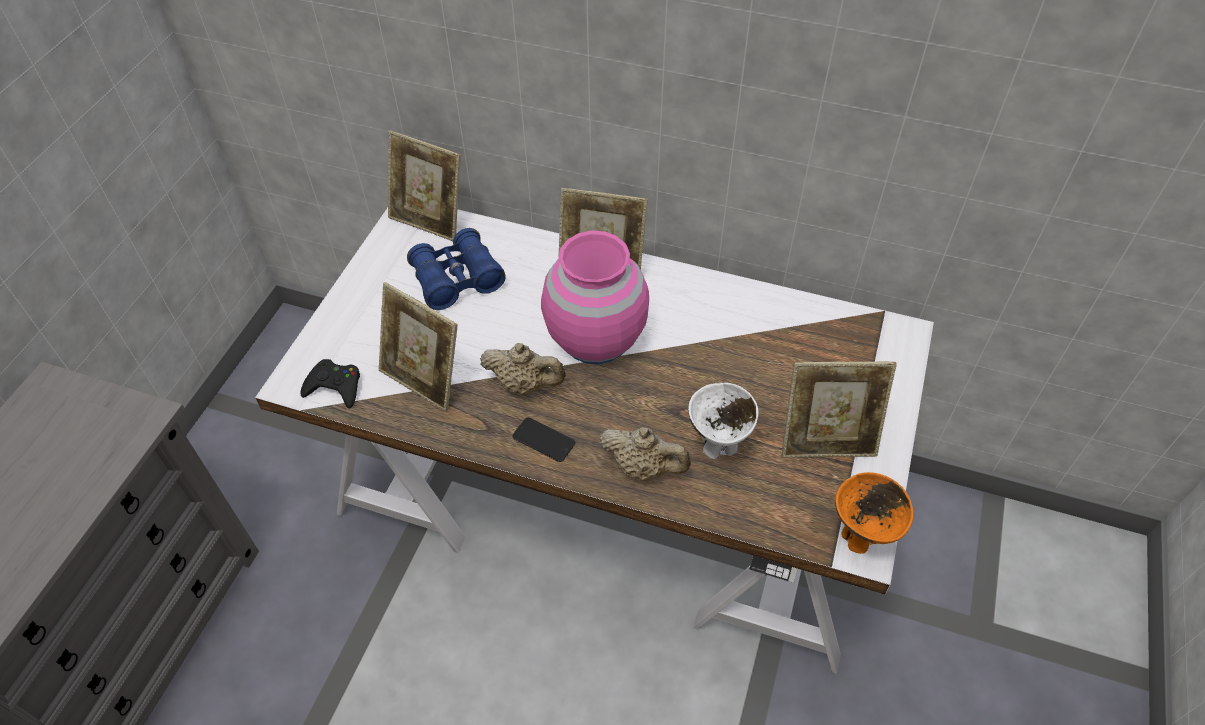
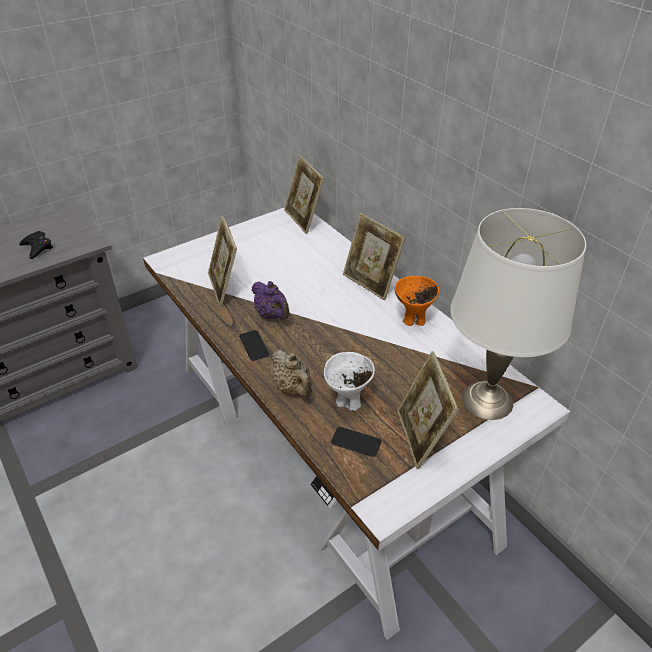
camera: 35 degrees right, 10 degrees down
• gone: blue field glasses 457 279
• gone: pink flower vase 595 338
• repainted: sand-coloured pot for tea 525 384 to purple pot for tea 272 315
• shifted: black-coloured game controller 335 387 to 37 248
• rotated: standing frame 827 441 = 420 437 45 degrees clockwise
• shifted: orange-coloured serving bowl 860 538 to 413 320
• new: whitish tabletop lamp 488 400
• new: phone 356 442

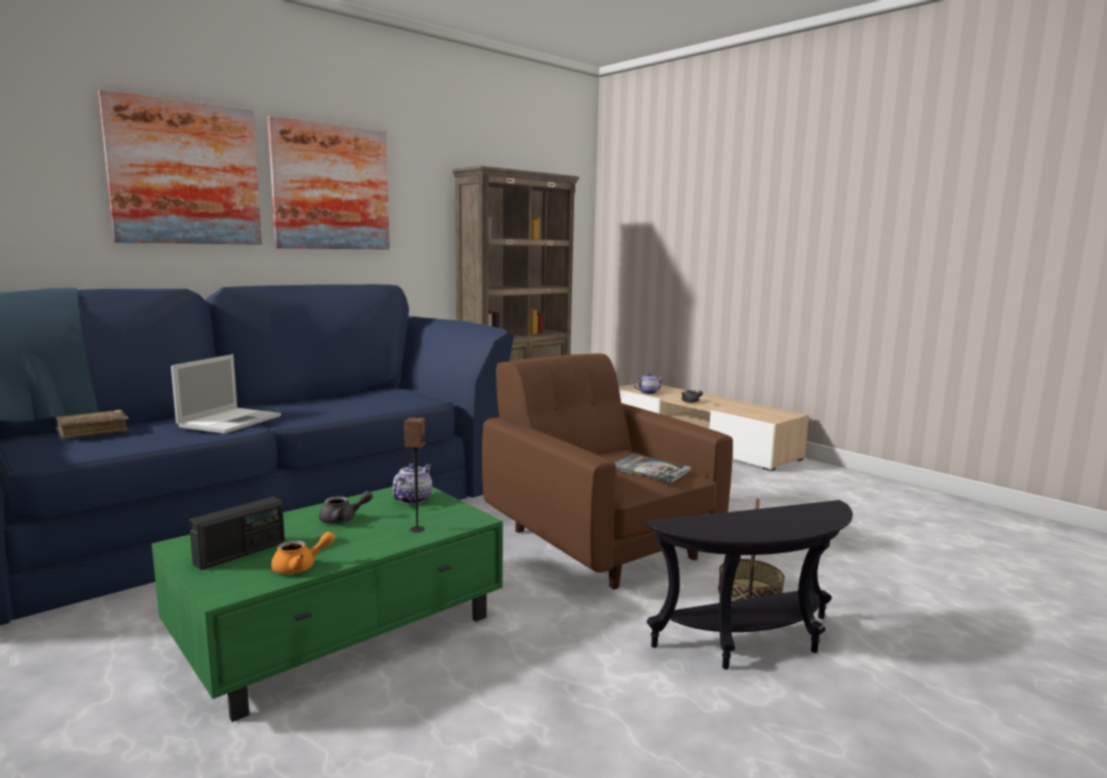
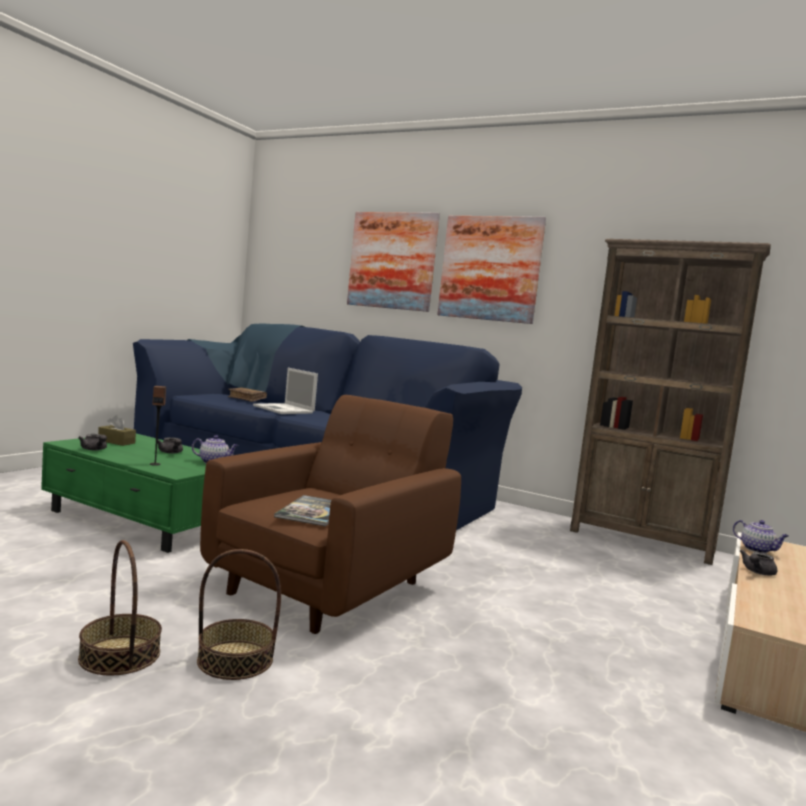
camera: 70 degrees right, 5 degrees down
• rotated: notebook computer 231 421 = 284 409 45 degrees clockwise
• swapped: radio receiver 240 553 to brownish tissue holder 116 442
• swapped: black-coloured end table 754 643 to basket 120 655
• repainted: orange-coloured pot for tea 300 567 to grey pot for tea 94 449

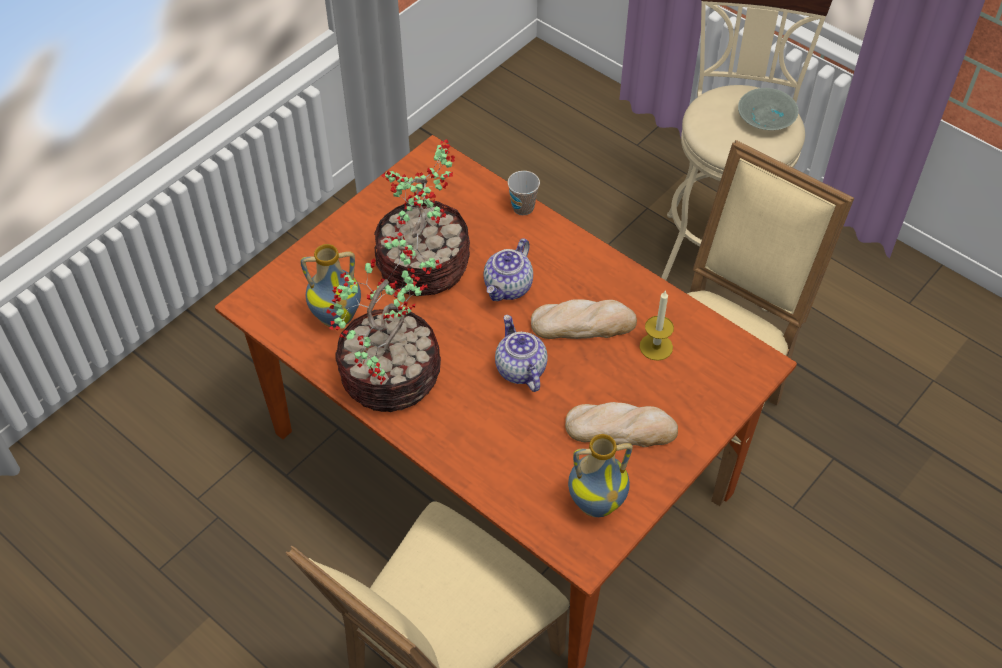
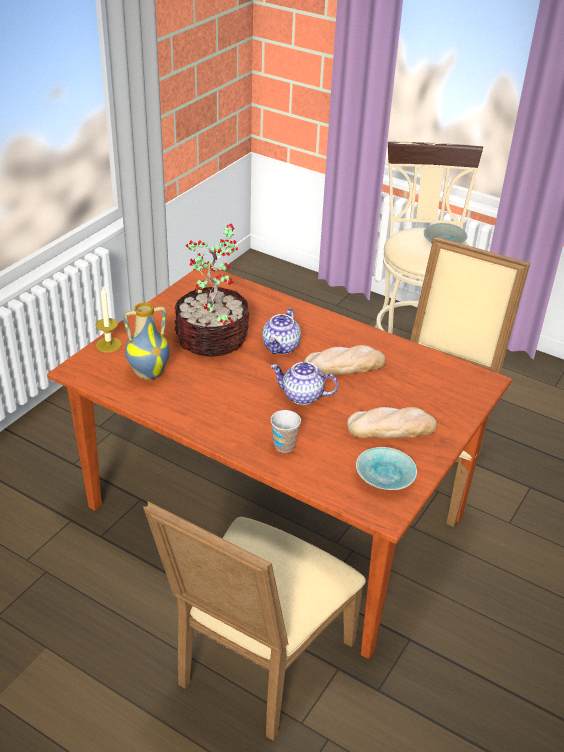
camera: 10 degrees left, 15 degrees down
• shifted: small cup 523 207 to 284 446
• gone: potted plant 392 375
• shifted: wax light 656 347 to 108 345
• rotated: pot for tea 520 369 = 302 396 45 degrees counterclockwise
• swapped: flower vase 596 501 to turquoise serving bowl 385 476

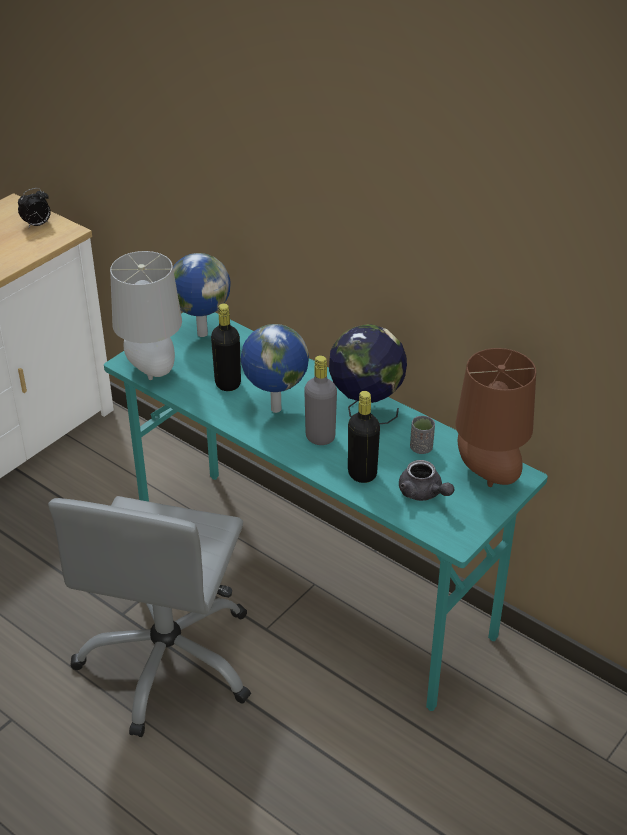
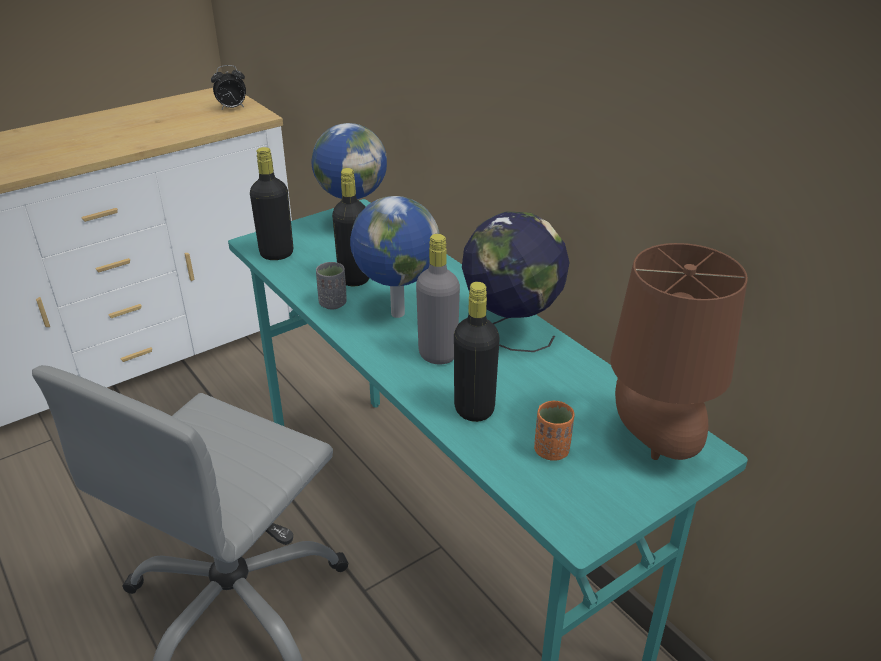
camera: 15 degrees right, 5 degrees down
• swapped: grey tabletop lamp 152 371 to black-coloured beverage bottle 276 254
• shifted: grey small cup 421 448 to 333 303
• swapped: grey pot for tea 423 493 to orange-coloured small cup 551 451

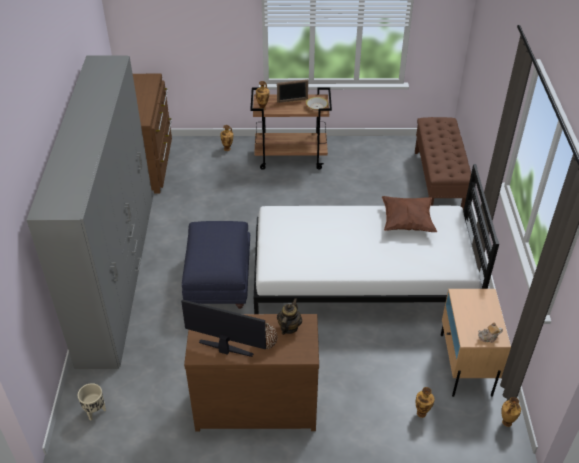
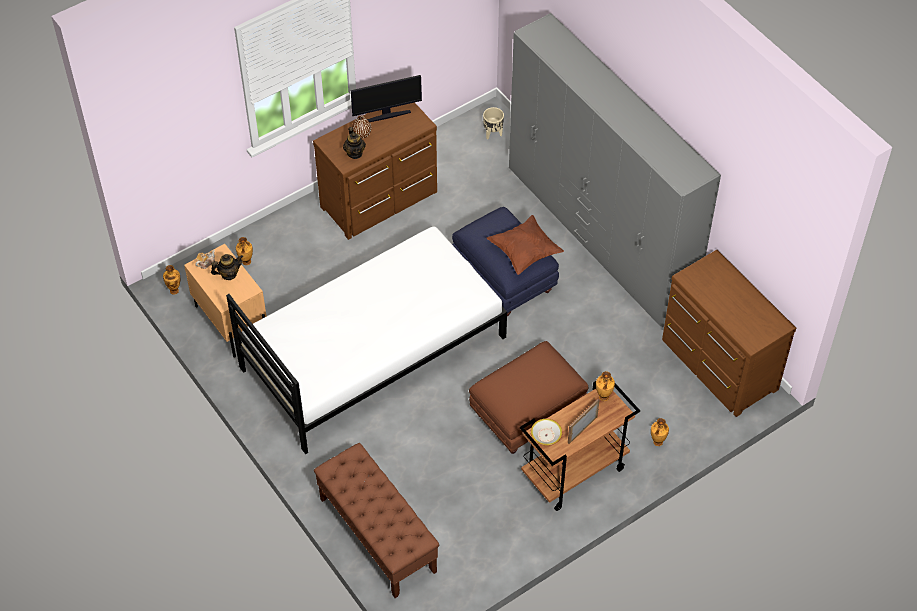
camera: 145 degrees right, 10 degrees up
• shifted: brownish cushion 407 222 to 524 252
• new: pot for tea 228 274
• new: brownish pouffe 526 415

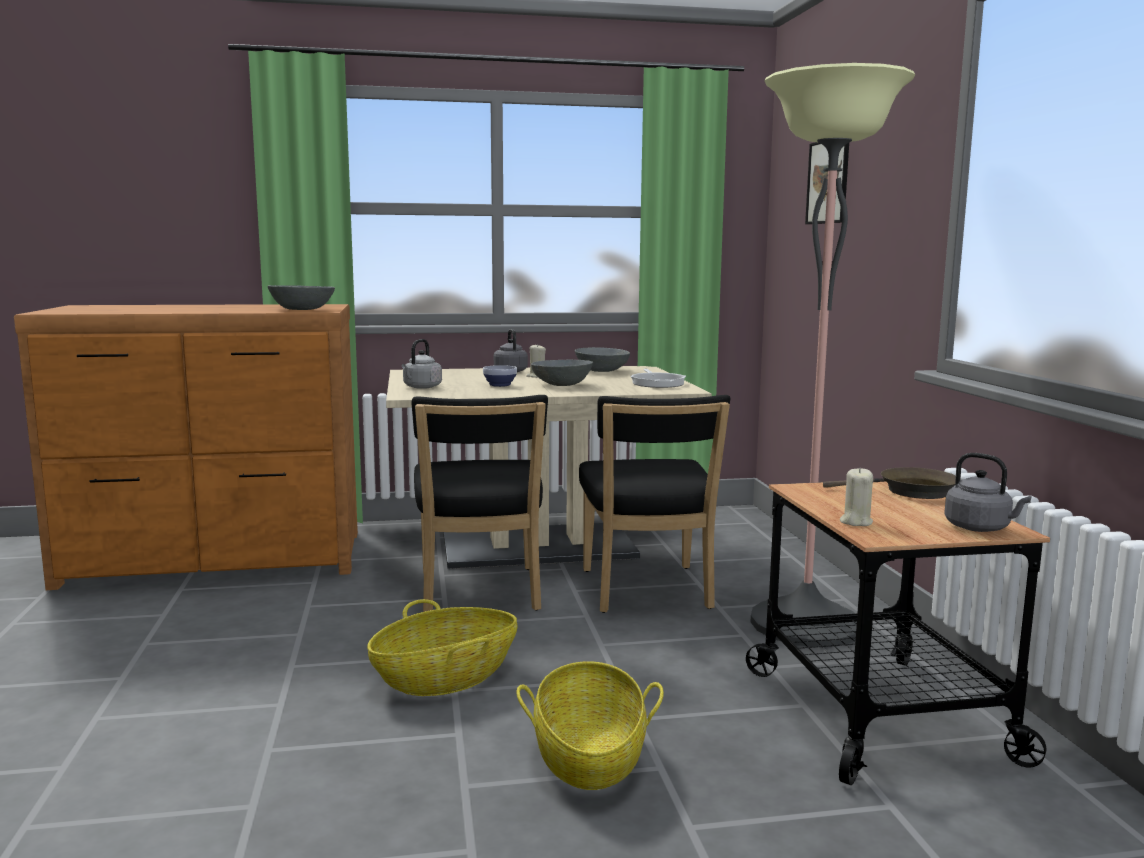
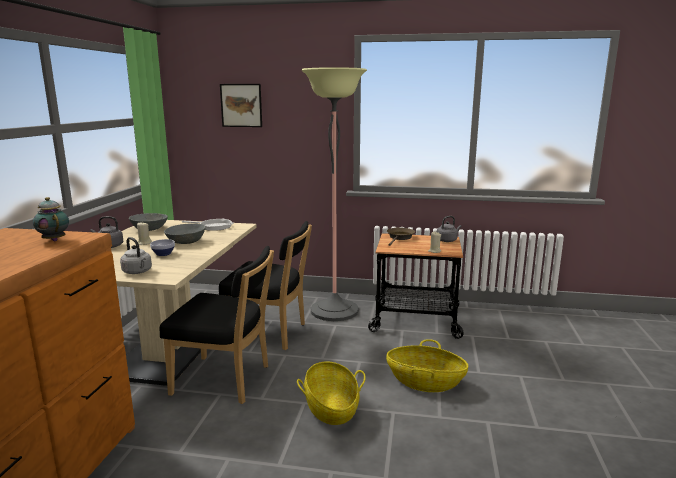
camera: 70 degrees left, 5 degrees up
• swapped: grey serving bowl 302 309 to pot for tea 54 240

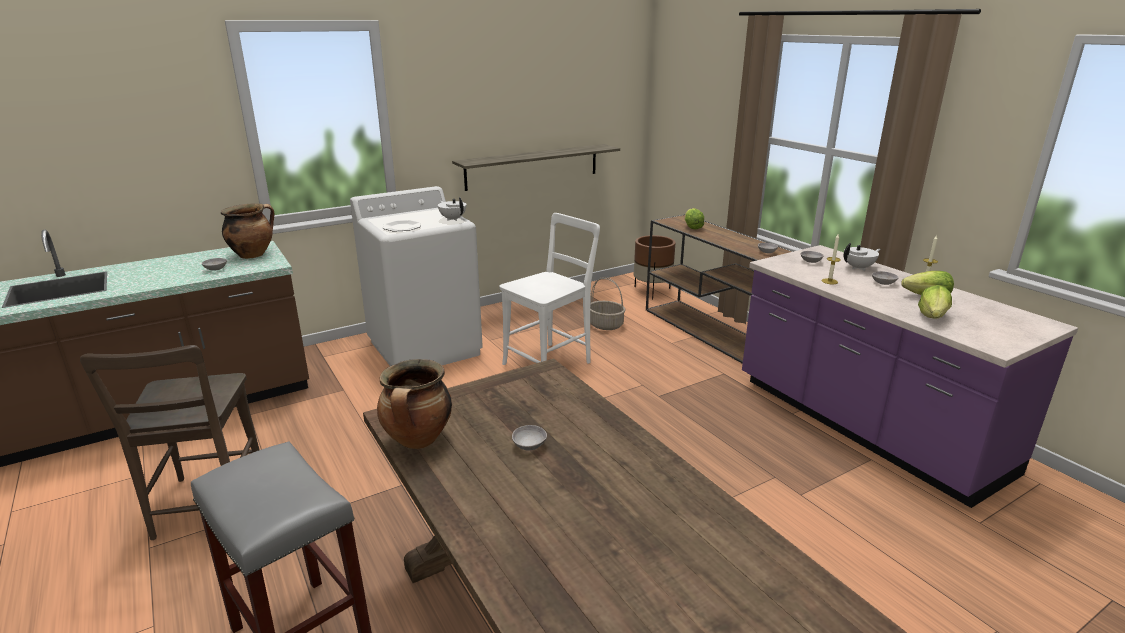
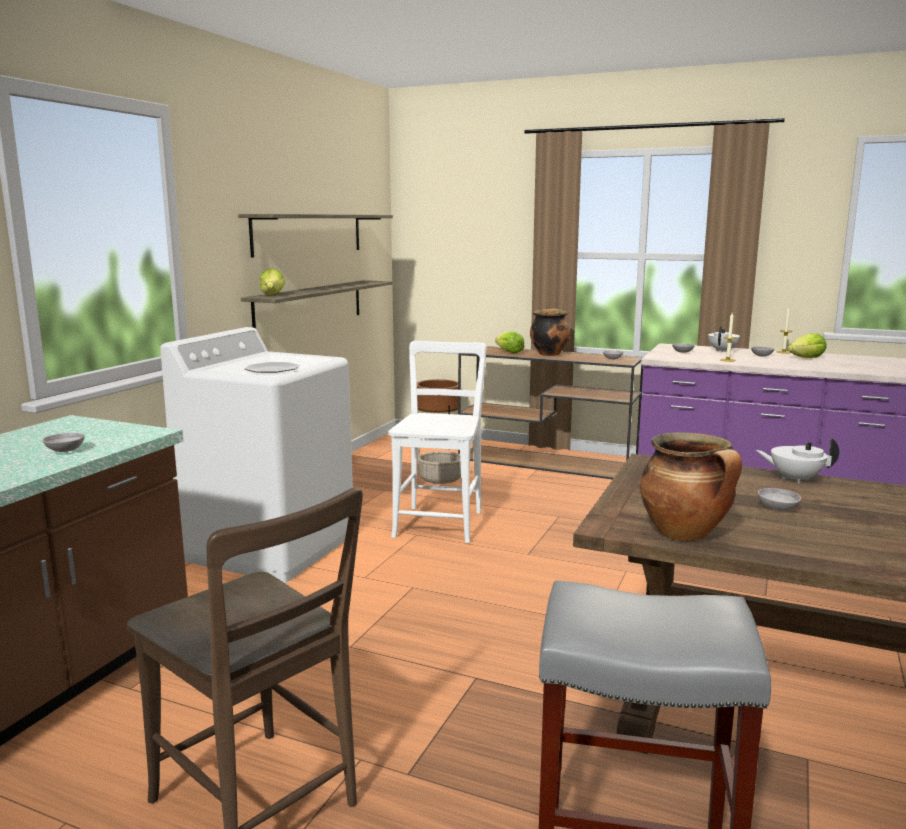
camera: 35 degrees left, 10 degrees down
• shifted: whitish pot for tea 453 219 to 794 479
• shifted: stockpot 253 254 to 549 354
• shifted: lettuce 932 317 to 272 295
• new: bracket shelf 309 234

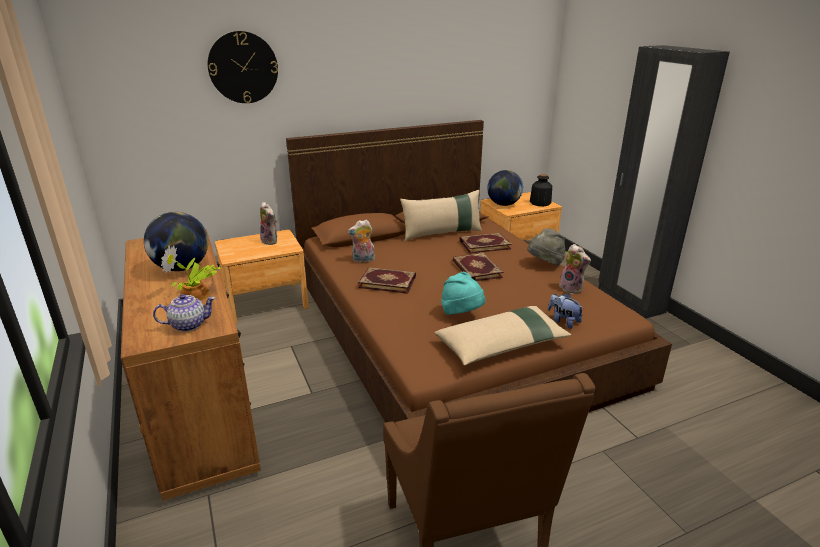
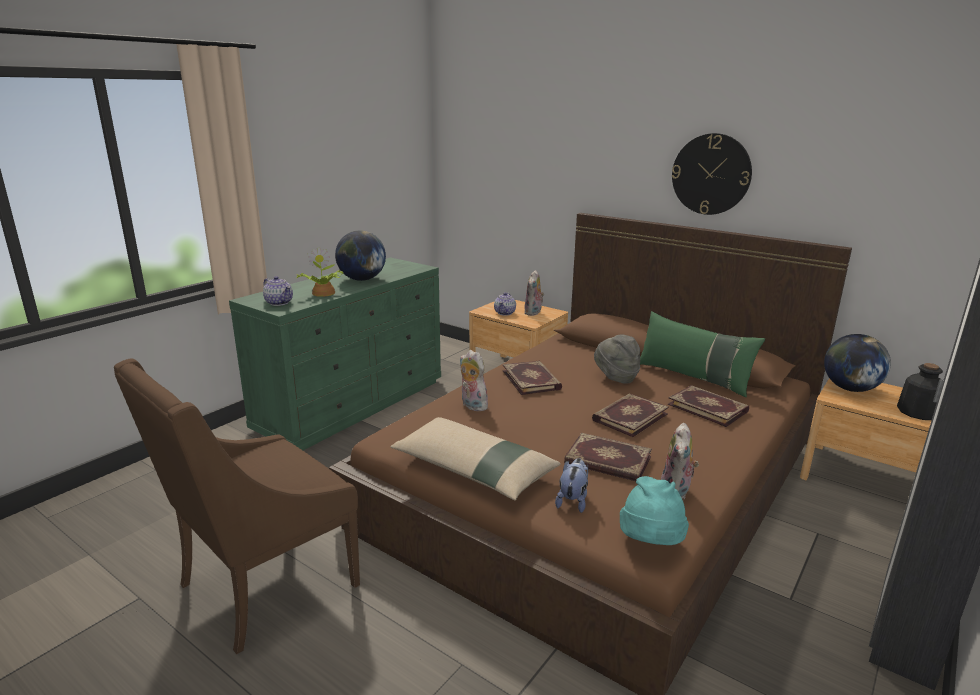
camera: 60 degrees right, 5 degrees down
• shifted: clock on the wall 243 67 to 711 174
• repainted: sand-coloured cushion 442 233 to green-coloured cushion 693 377
• shifted: soft toy 363 260 to 472 405
• shifted: grey wearable hat 544 264 to 615 377
• repainted: brownish drawer chest 201 407 to green-coloured drawer chest 353 404
• shifted: turquoise wearable hat 462 314 to 650 544
• new: pot for tea 505 313
• new: volume 607 461

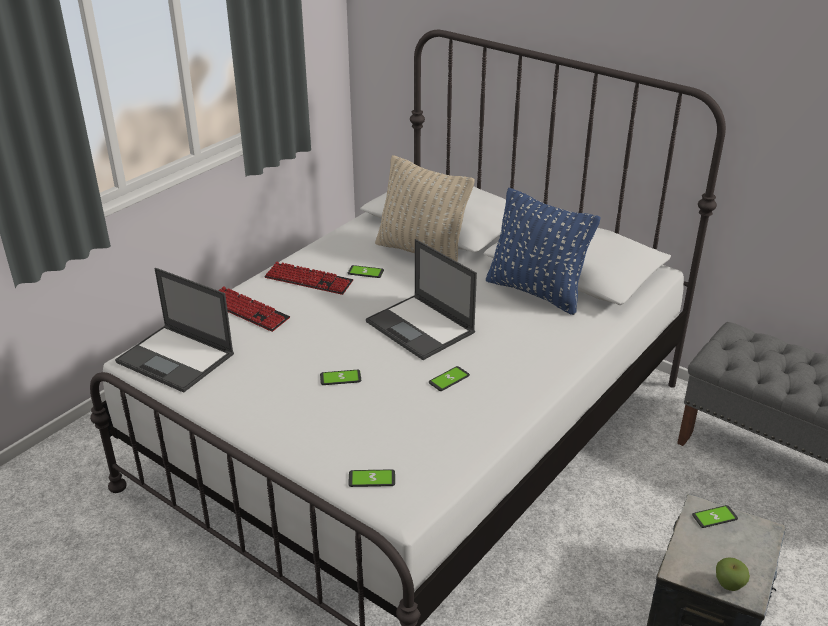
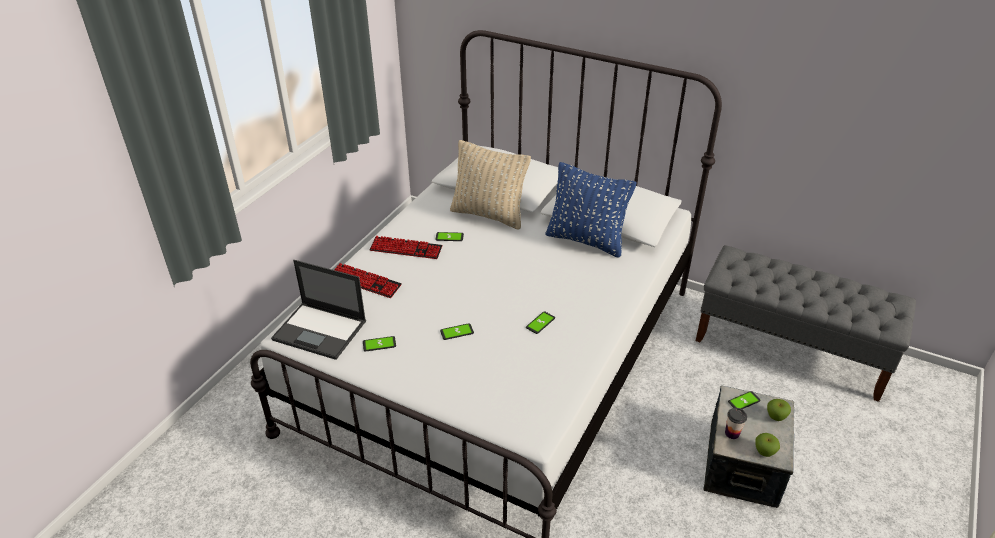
camera: 10 degrees left, 5 degrees up
• gone: notebook computer 421 327
• shifted: phone 371 479 to 379 344
• new: apple fruit 776 417
• new: small cup 732 433

